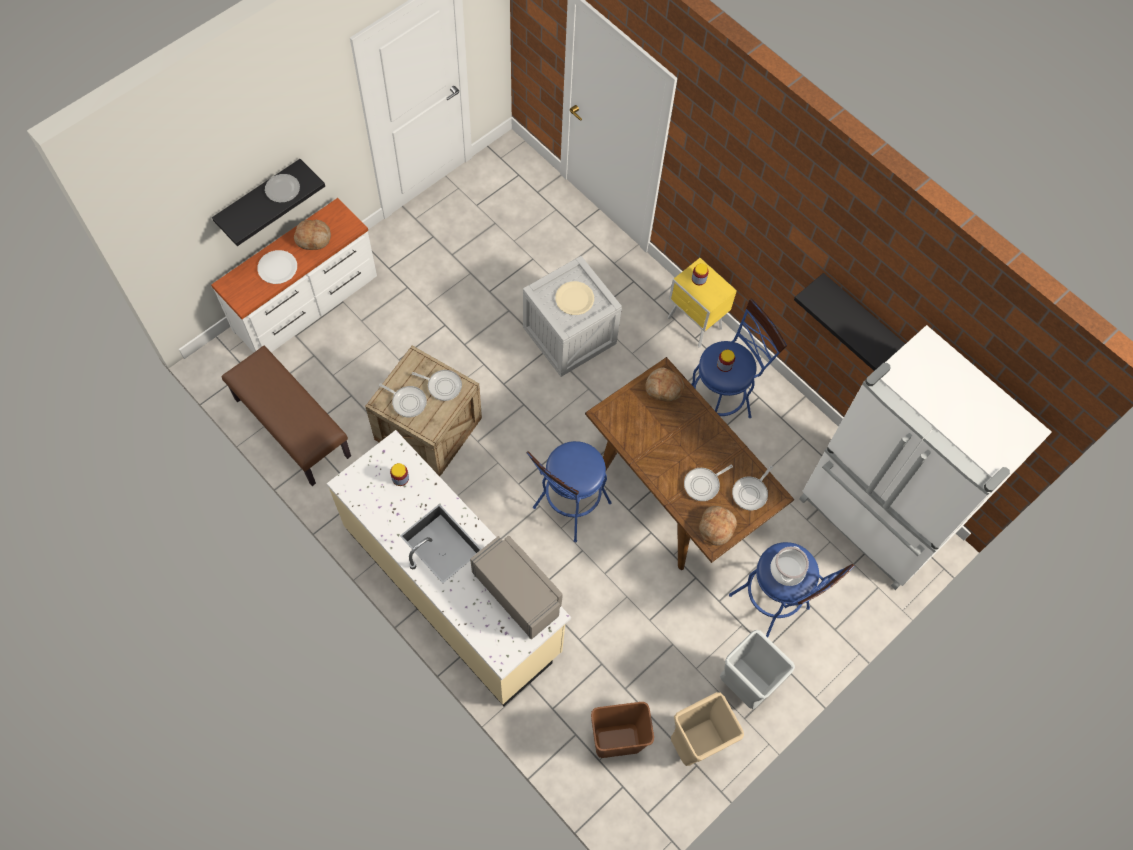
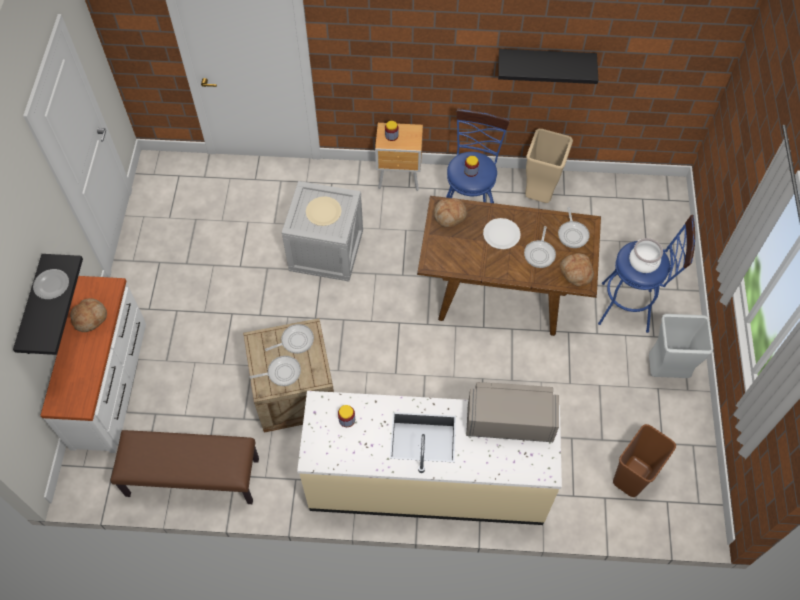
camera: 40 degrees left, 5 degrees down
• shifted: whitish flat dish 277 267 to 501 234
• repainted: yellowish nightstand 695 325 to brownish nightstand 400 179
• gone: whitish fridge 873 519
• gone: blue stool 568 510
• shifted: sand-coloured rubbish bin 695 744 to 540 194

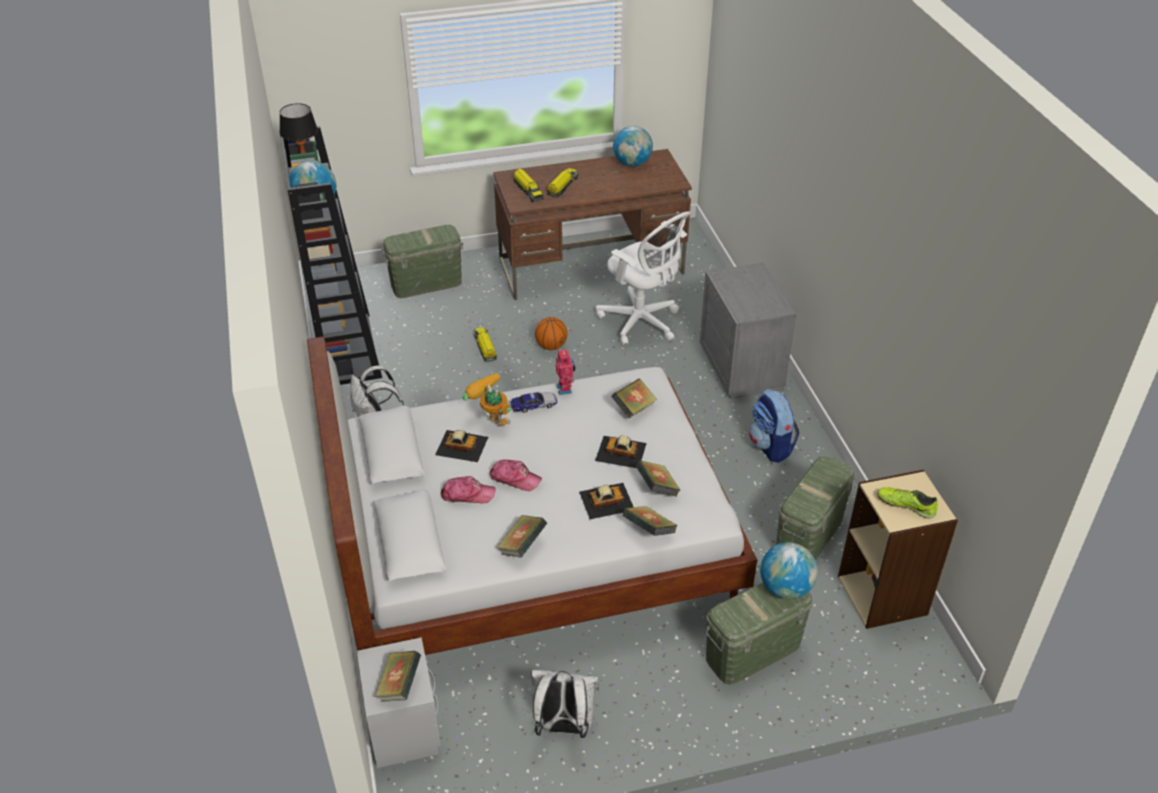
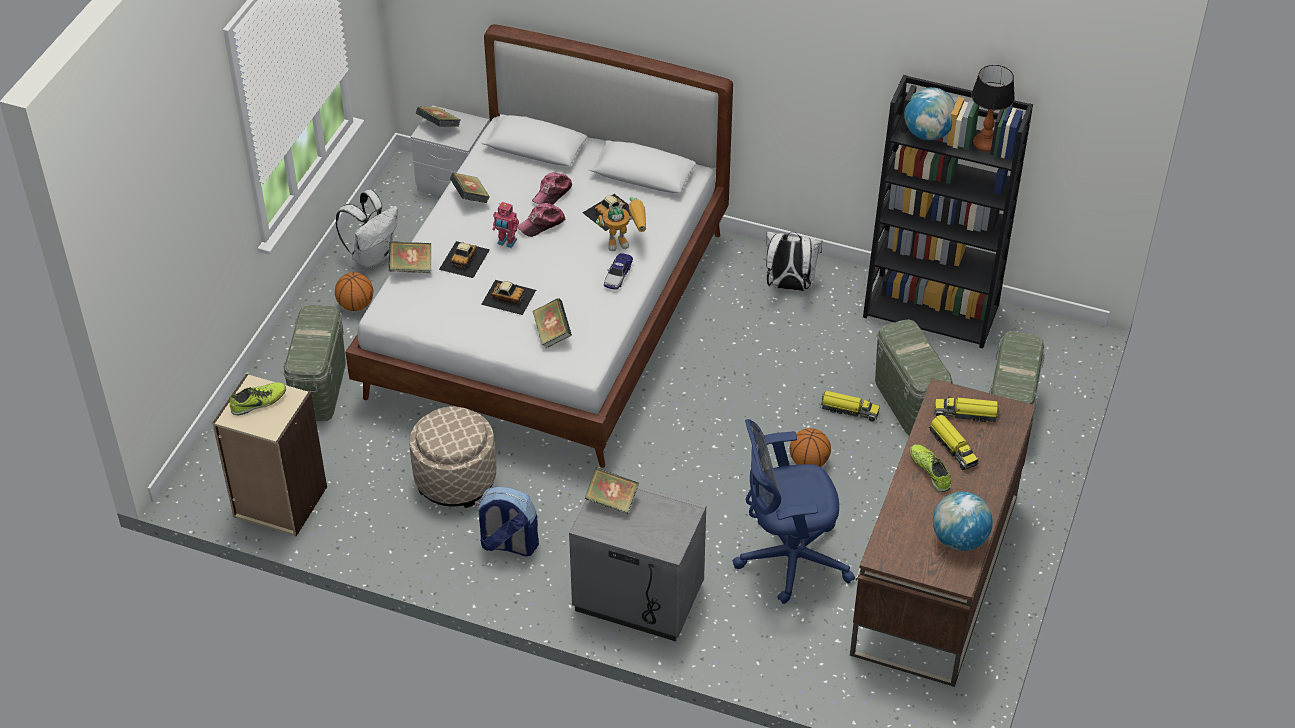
camera: 125 degrees right, 5 degrees up
• repainted: whitish desk chair 641 322 to blue desk chair 787 559
• shifted: robot figure 565 389 to 506 242
• rotated: model car 621 452 = 508 297 60 degrees clockwise
• shifted: green-coloured storage box 809 536 to 908 403
• shifted: volume 657 488 to 612 501
• gone: desk globe 785 588
• new: ball for basketball 356 305
• new: sand-coloured pouffe 455 479
• new: item of footwear 930 471

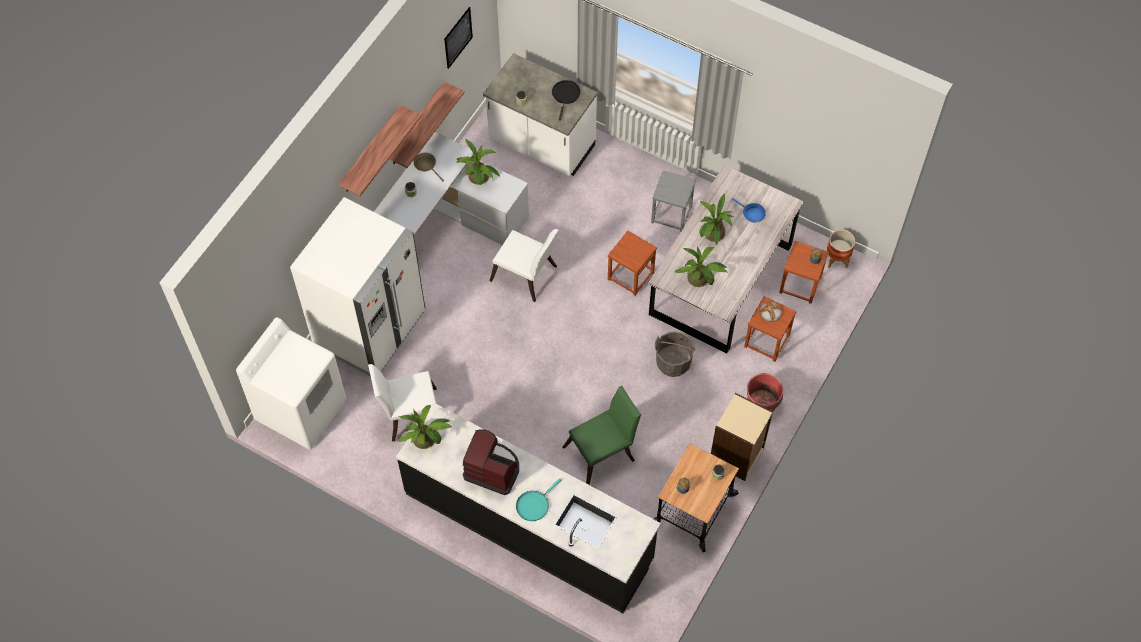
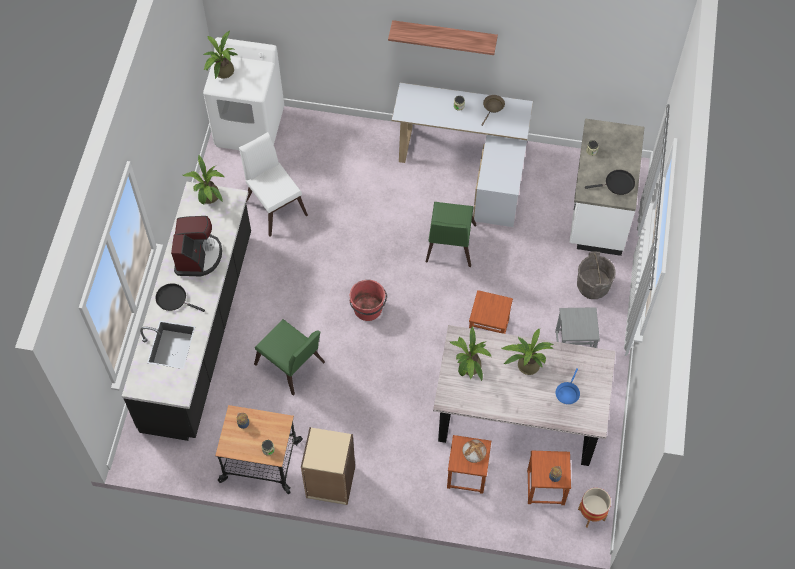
camera: 70 degrees right, 0 degrees up
• gone: wall picture 458 37
• gone: bracket shelf 416 125
• shifted: potted plant 479 179 to 222 73
• gone: whitish fridge 370 329
• repainted: whitish plain chair 527 276 to green-coloured plain chair 449 247
• shifted: grey water bucket 673 362 to 593 286
• shifted: red-coloured water bucket 762 403 to 368 309
• repainted: turquoise frying pan 534 505 to black-coloured frying pan 173 299

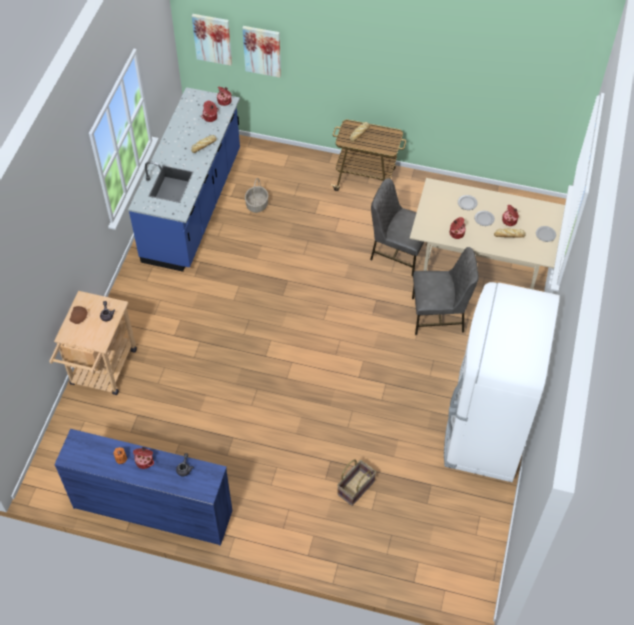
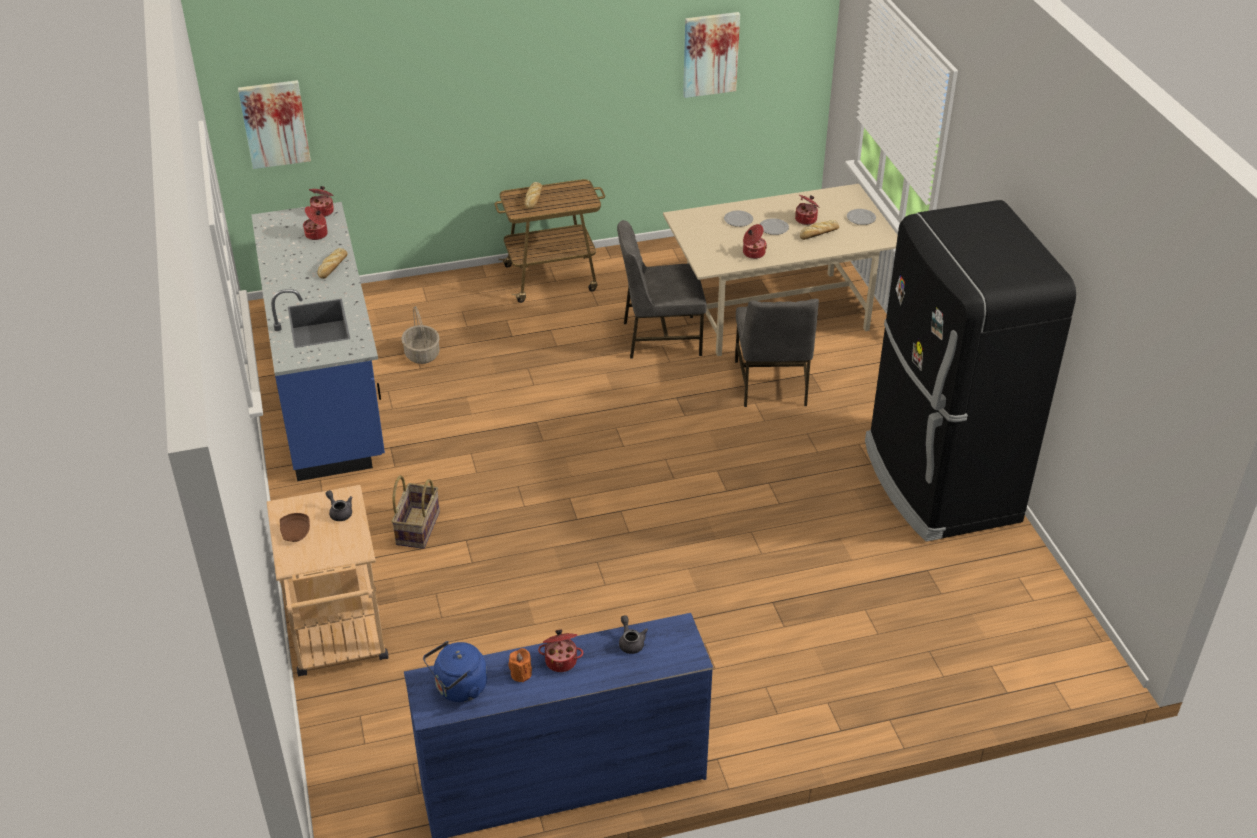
camera: 30 degrees left, 15 degrees down
• shifted: wall picture 262 51 to 710 54
• rotated: grey plain chair 439 316 = 771 384 120 degrees clockwise
• repainted: whitish fridge 484 431 to black-coloured fridge 938 482
• shifted: basket 355 487 to 417 527
• new: blue tea kettle 459 689

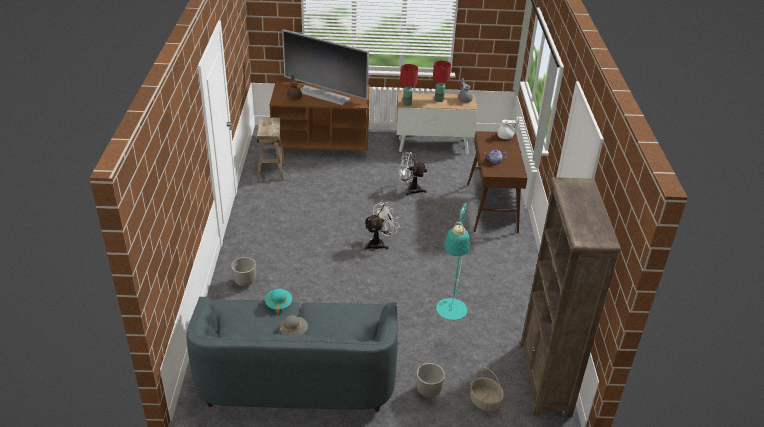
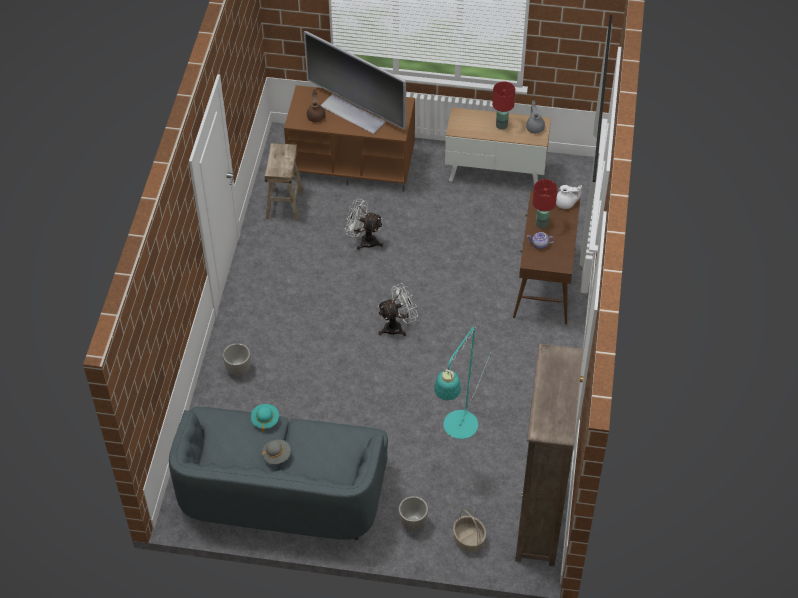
camera: 10 degrees right, 15 degrees up
• shifted: red-coloured tabletop lamp 407 104 to 541 224
• shifted: whitish electric fan 410 189 to 364 241

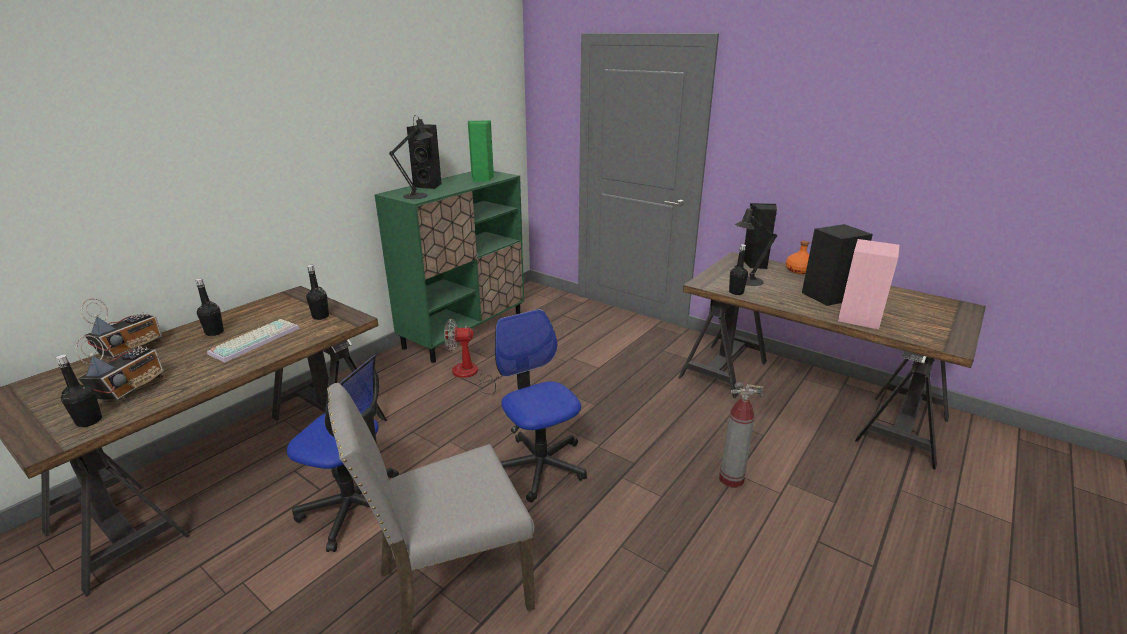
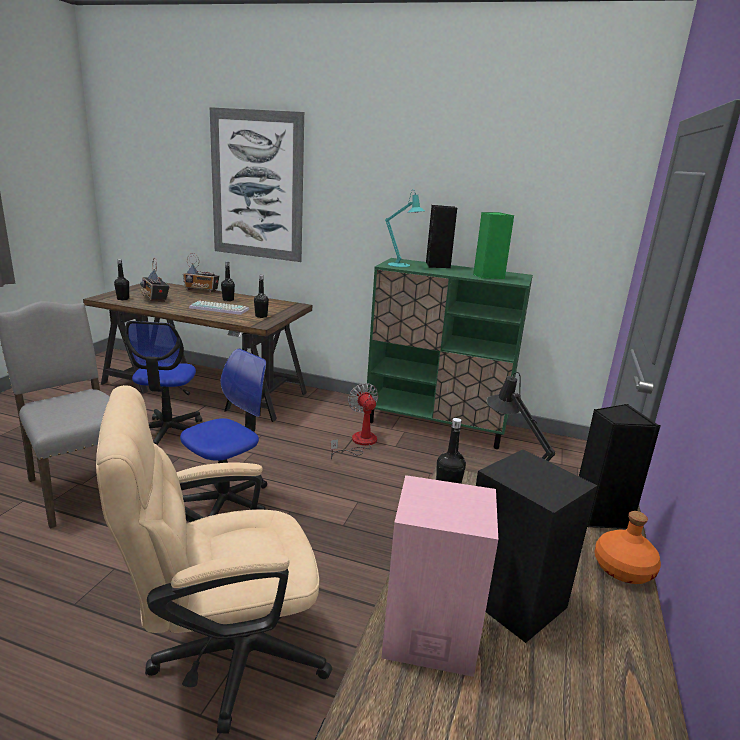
camera: 70 degrees right, 5 degrees down
• repainted: black-coloured tabletop lamp 418 195 to turquoise tabletop lamp 401 265
• rotated: radio receiver 132 389 = 155 299 60 degrees clockwise
• swapped: extinguisher 731 479 to sand-coloured desk chair 224 655
• new: wall picture 257 186

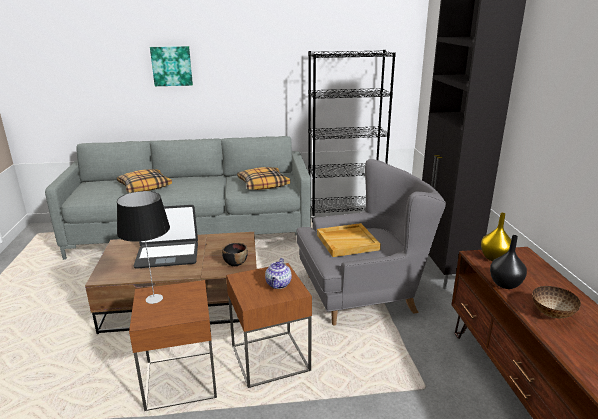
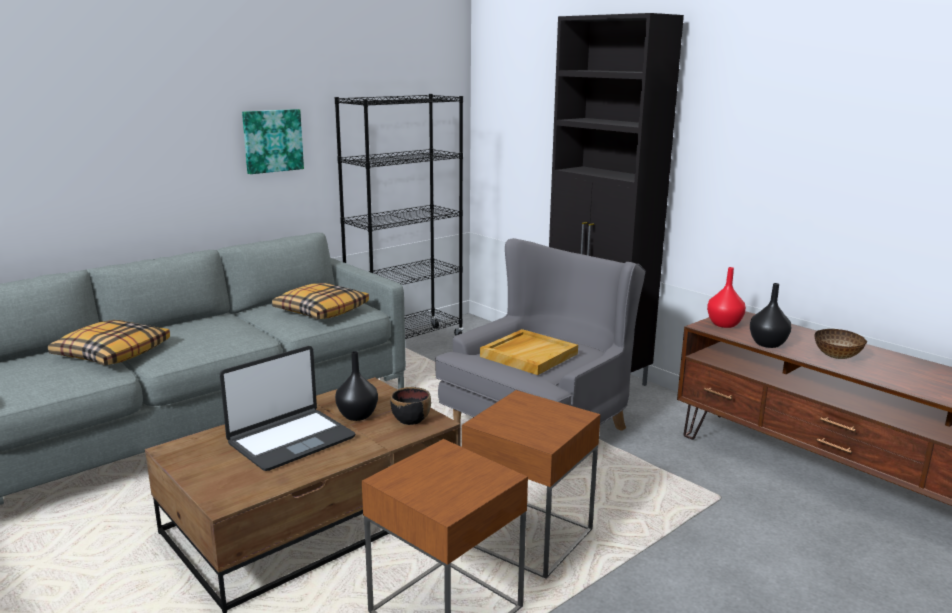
camera: 35 degrees left, 5 degrees down
• shifted: wall picture 172 66 to 272 141
• gone: tabletop lamp 154 298
• repainted: yellowish flower vase 495 258 to red-coloured flower vase 724 324
• gone: pot for tea 278 284
• new: black-coloured flower vase 358 416

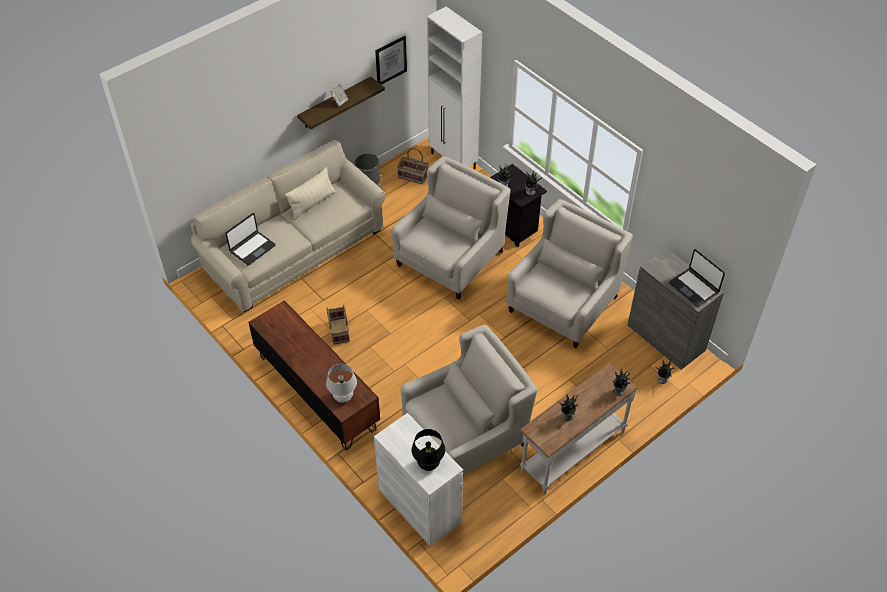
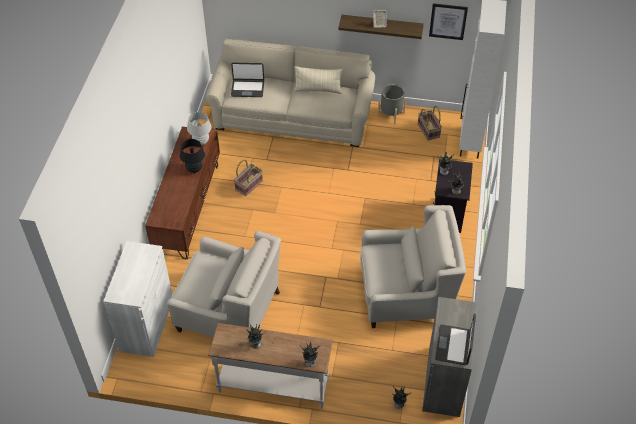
camera: 50 degrees right, 0 degrees up
• gone: whitish armchair 450 259
• shifted: whitish tabletop lamp 343 397 to 201 141
• shifted: black-coloured tabletop lamp 428 464 to 194 169

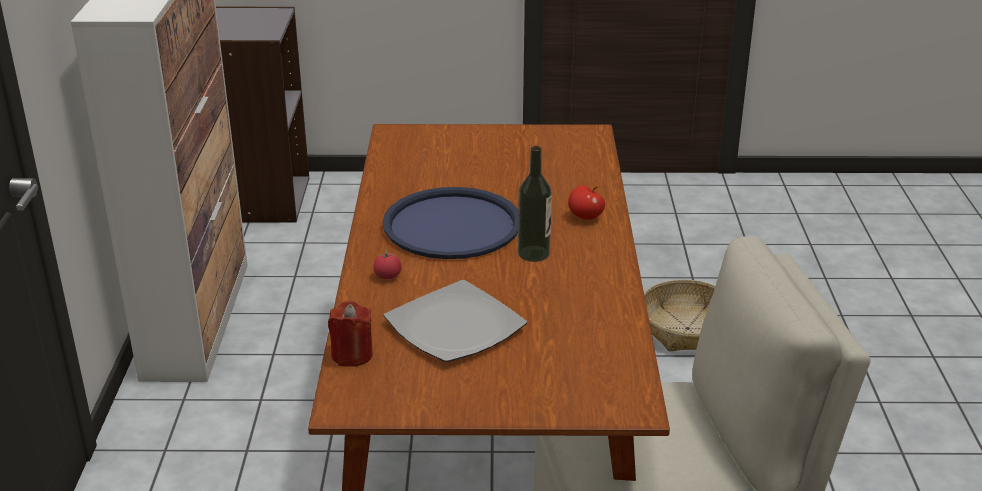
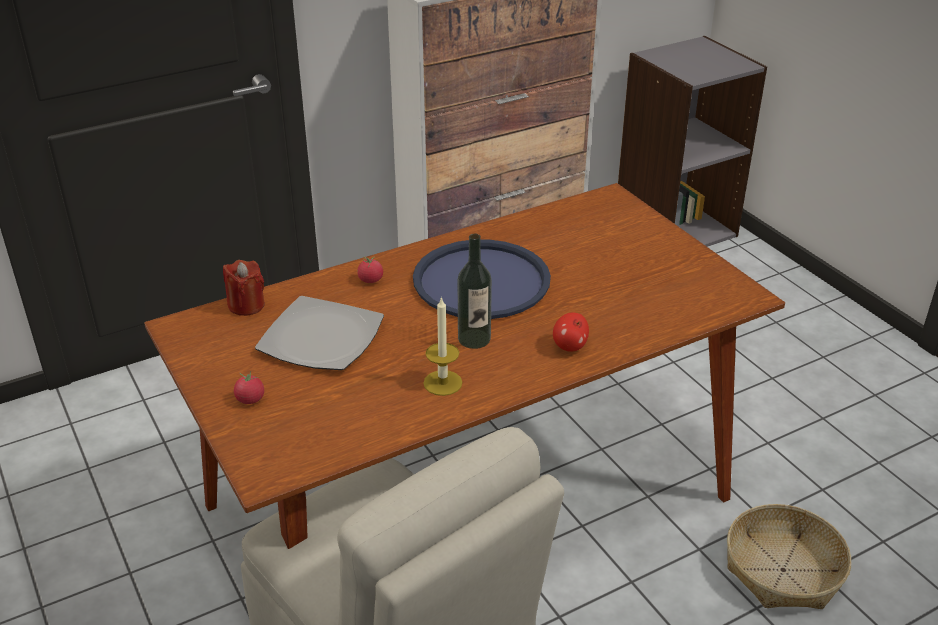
camera: 60 degrees right, 5 degrees up
• new: wax light 442 383
• new: whole tomato 250 399

